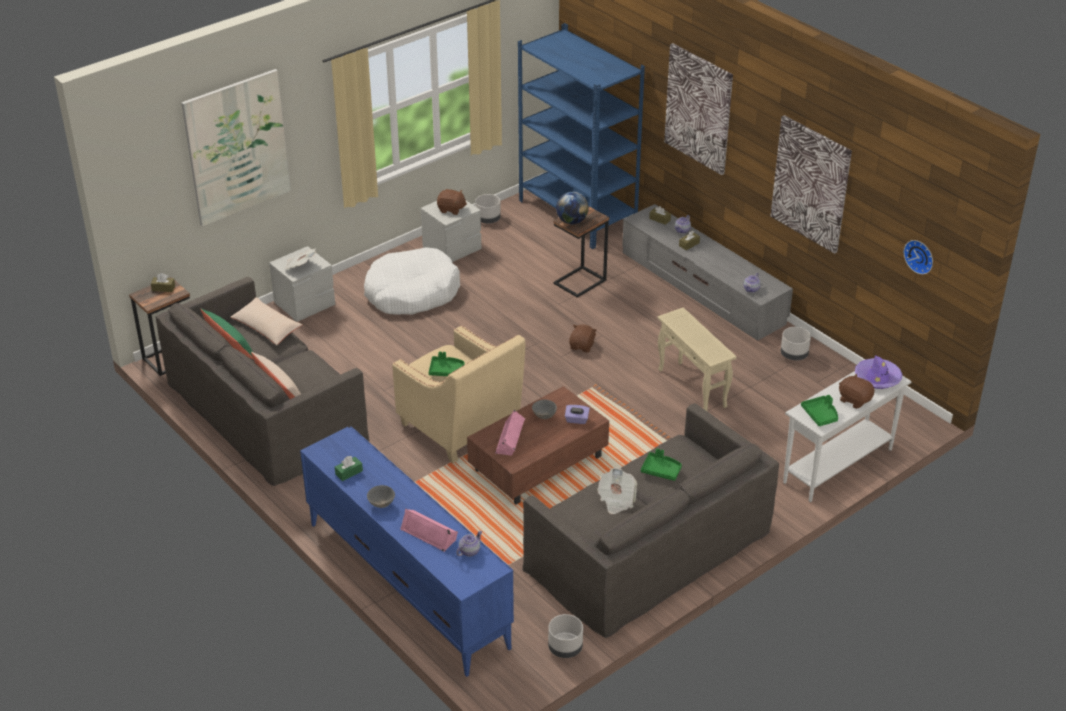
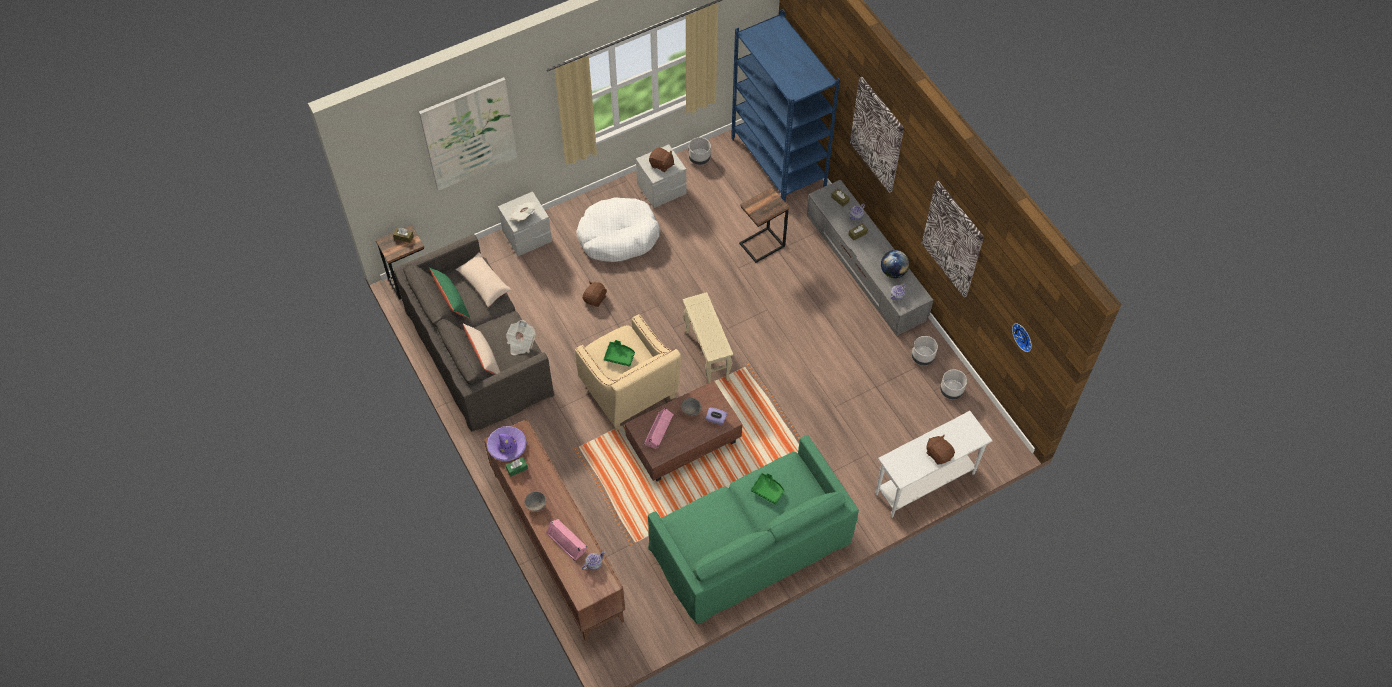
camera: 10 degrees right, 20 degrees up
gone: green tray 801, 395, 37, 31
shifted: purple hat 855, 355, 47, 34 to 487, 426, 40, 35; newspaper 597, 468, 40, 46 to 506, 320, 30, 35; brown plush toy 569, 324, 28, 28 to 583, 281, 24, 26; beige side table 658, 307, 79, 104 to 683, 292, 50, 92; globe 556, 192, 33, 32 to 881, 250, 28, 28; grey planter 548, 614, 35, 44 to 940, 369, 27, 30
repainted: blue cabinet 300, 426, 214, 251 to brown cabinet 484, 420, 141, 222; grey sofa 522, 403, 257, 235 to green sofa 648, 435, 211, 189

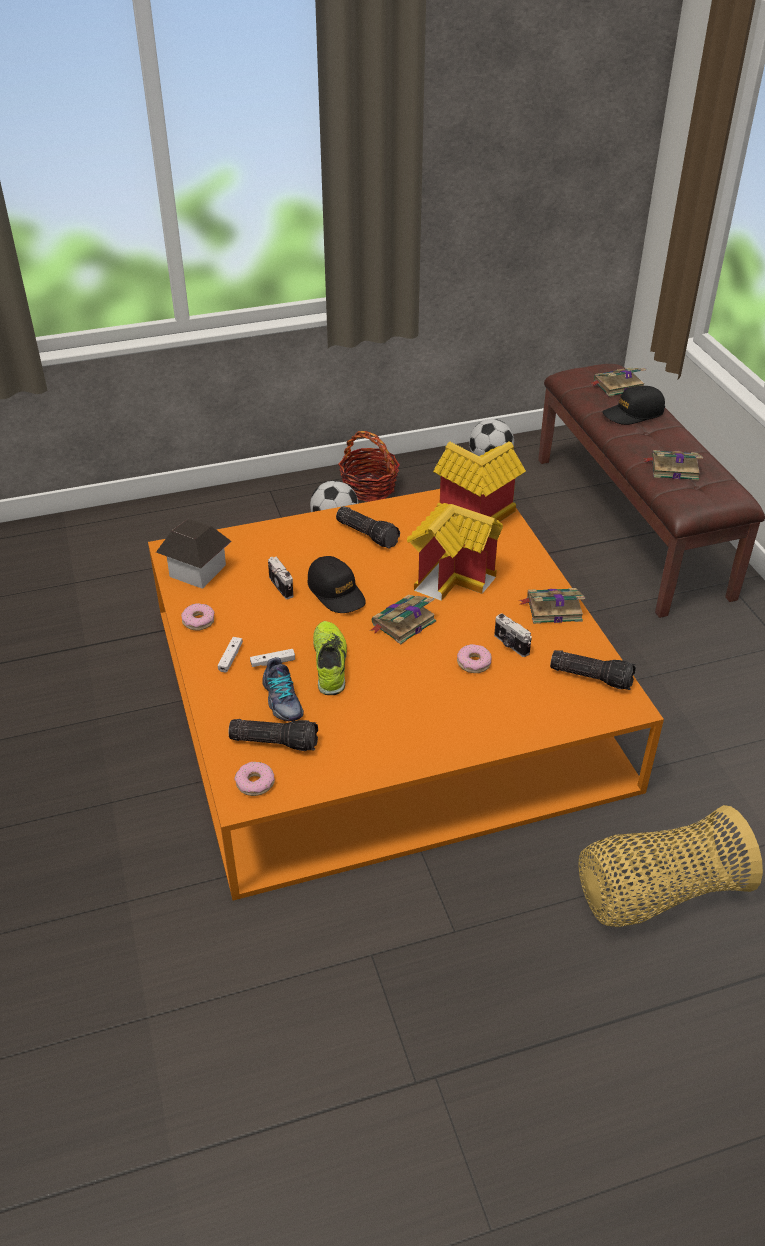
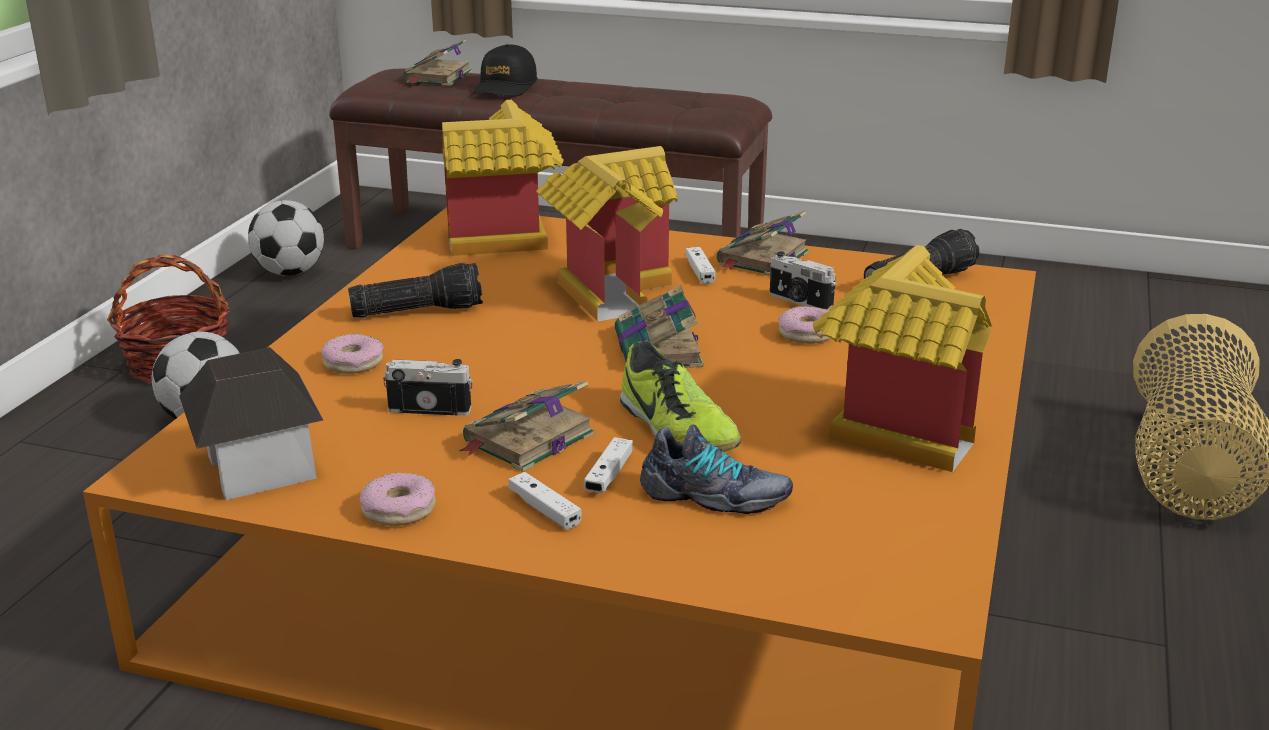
camera: 55 degrees left, 15 degrees down
gone: flashlight 228, 719, 90, 32; black cap 307, 556, 59, 57
new: white game controller 685, 247, 31, 37; toy house 813, 245, 179, 227
shifted: donut 234, 762, 41, 34 to 321, 334, 63, 40; book 643, 450, 60, 30 to 459, 381, 135, 91
rotated: shoe 313, 621, 34, 74 = 620, 341, 121, 111 150 degrees counterclockwise; photo camera 494, 614, 38, 43 = 770, 251, 66, 60 45 degrees clockwise

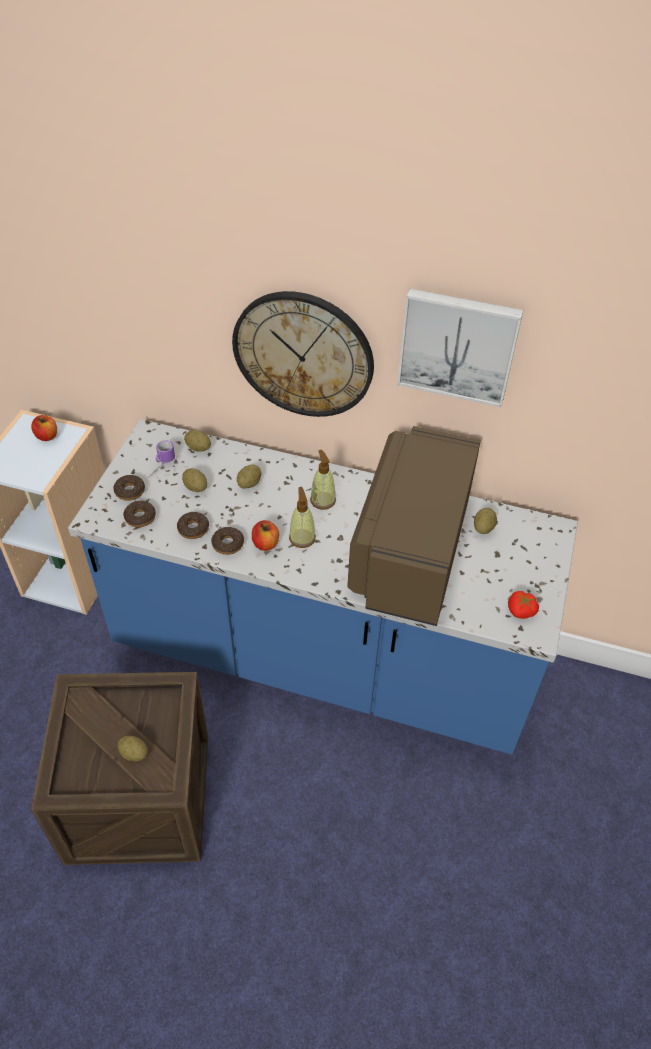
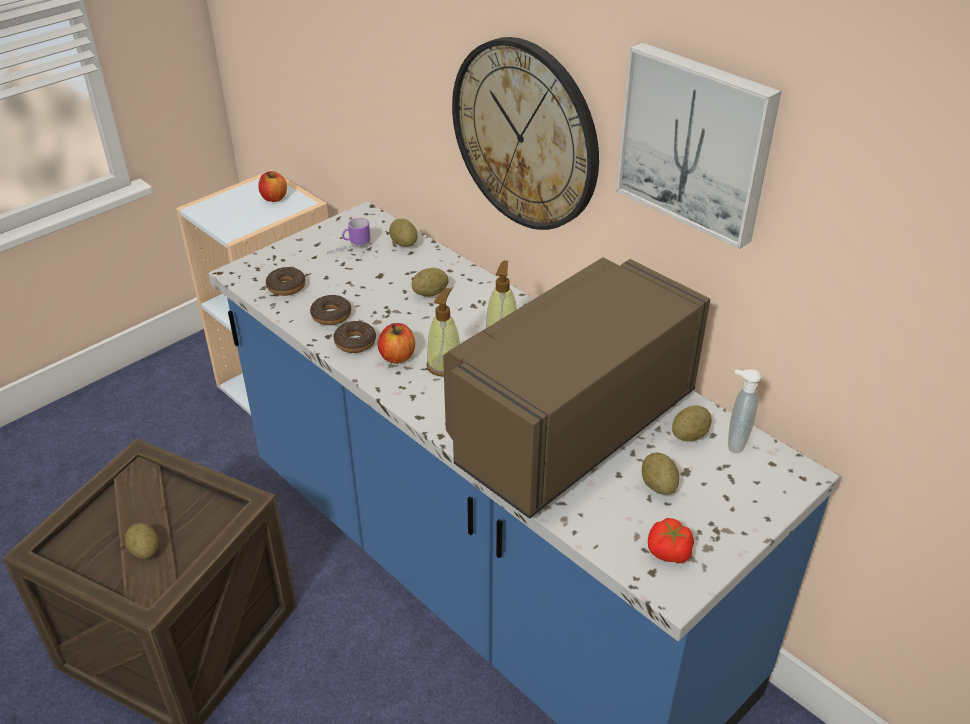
camera: 30 degrees right, 10 degrees down
gone: donut 113, 475, 32, 26
new: soap dispenser 728, 369, 33, 84
shifted: potato 182, 468, 25, 24 to 642, 452, 37, 43

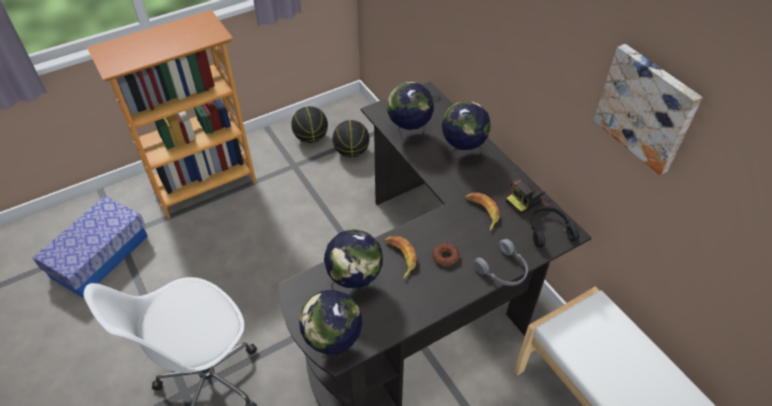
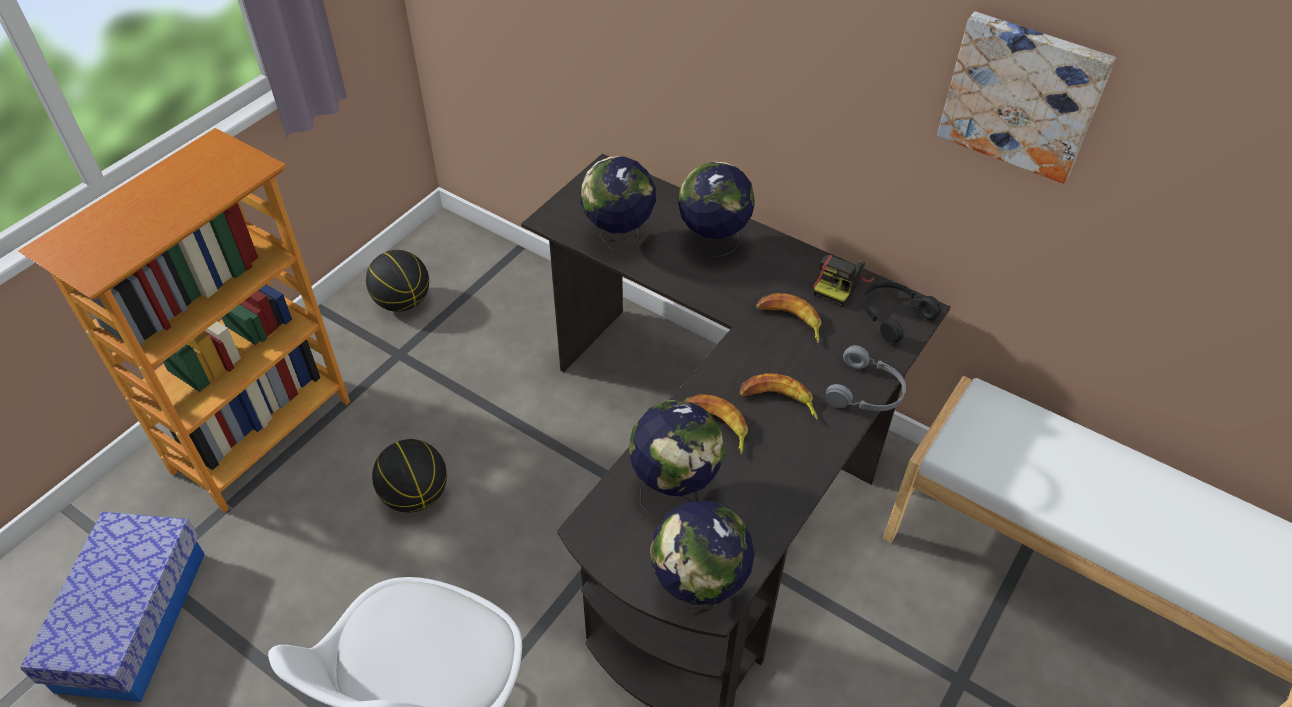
camera: 25 degrees left, 0 degrees up
shifted: basketball 332, 120, 38, 37 to 372, 439, 75, 74
swapped: donut 432, 243, 28, 23 to banana 739, 373, 79, 47

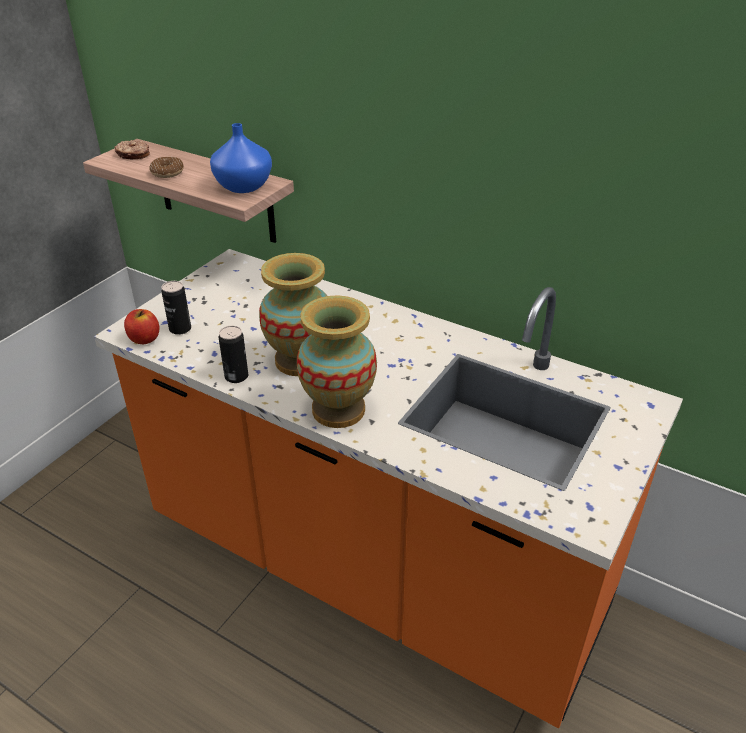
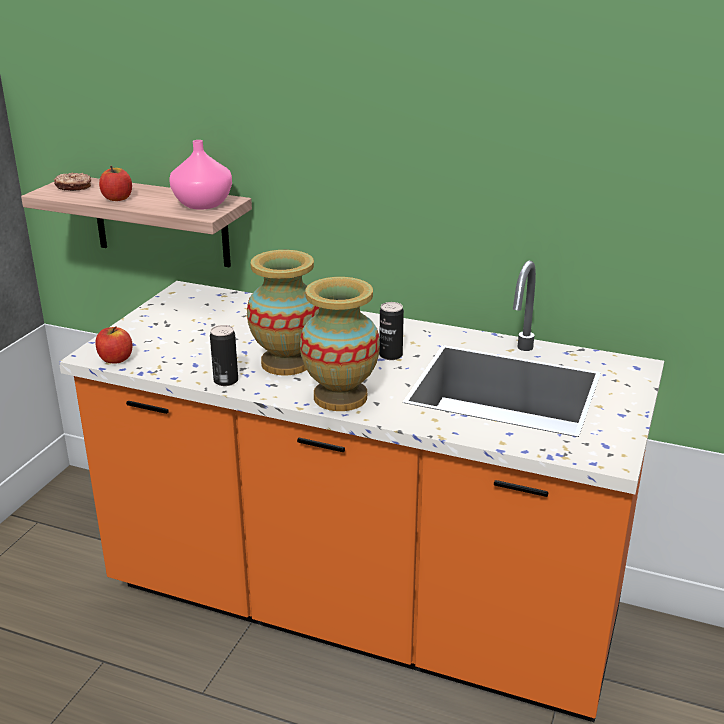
camera: 10 degrees left, 10 degrees down
shifted: can 161, 281, 30, 54 to 379, 302, 25, 58
swapped: donut 150, 157, 34, 21 to apple 99, 166, 33, 35
repainted: blue vase 210, 123, 62, 70 to pink vase 169, 140, 63, 70

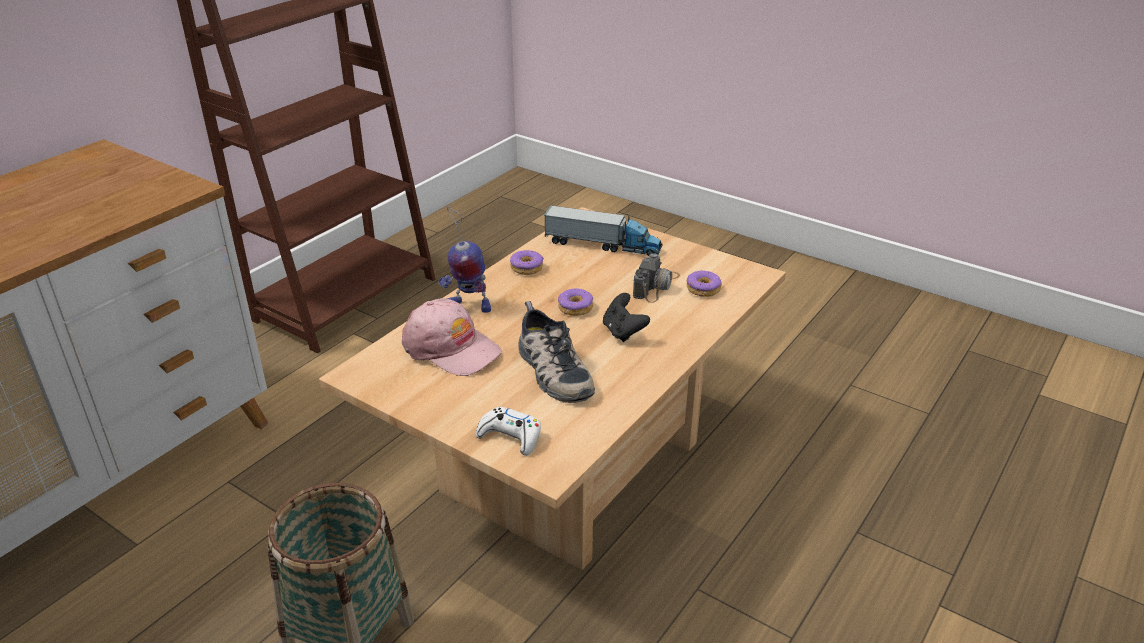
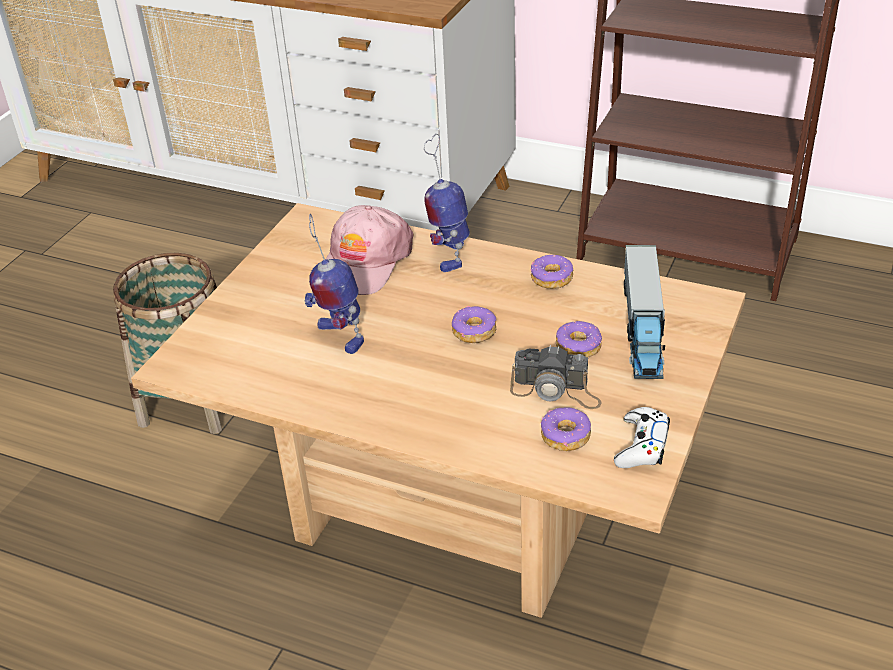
camera: 80 degrees right, 5 degrees up
gone: black game controller 603, 293, 47, 49
new: donut 556, 321, 46, 37
shifted: white game controller 476, 407, 65, 49 to 614, 407, 56, 61
swapped: shoe 518, 301, 77, 102 to toy robot 305, 214, 59, 140

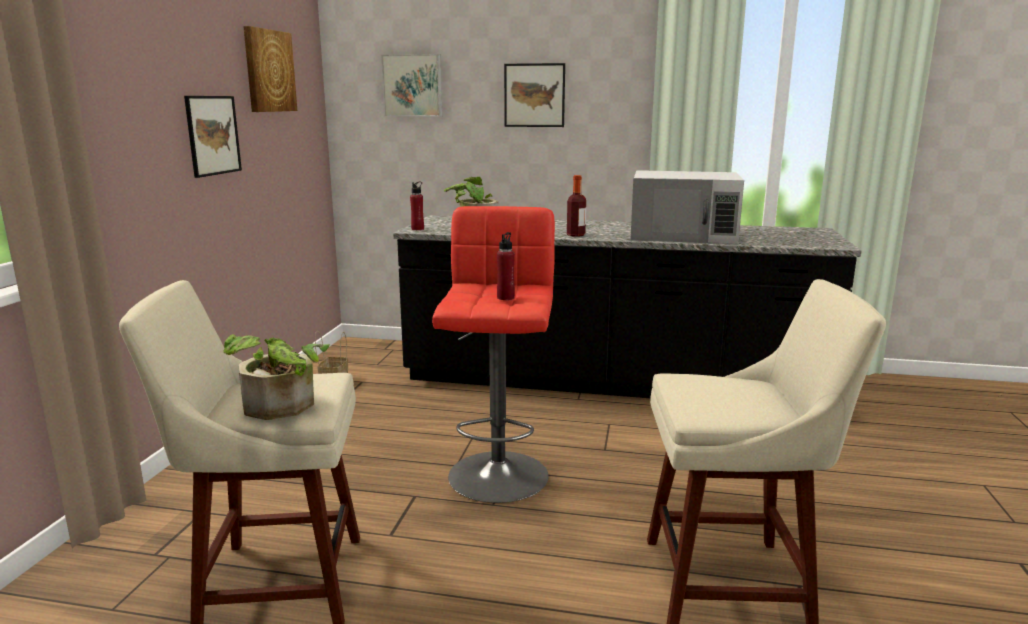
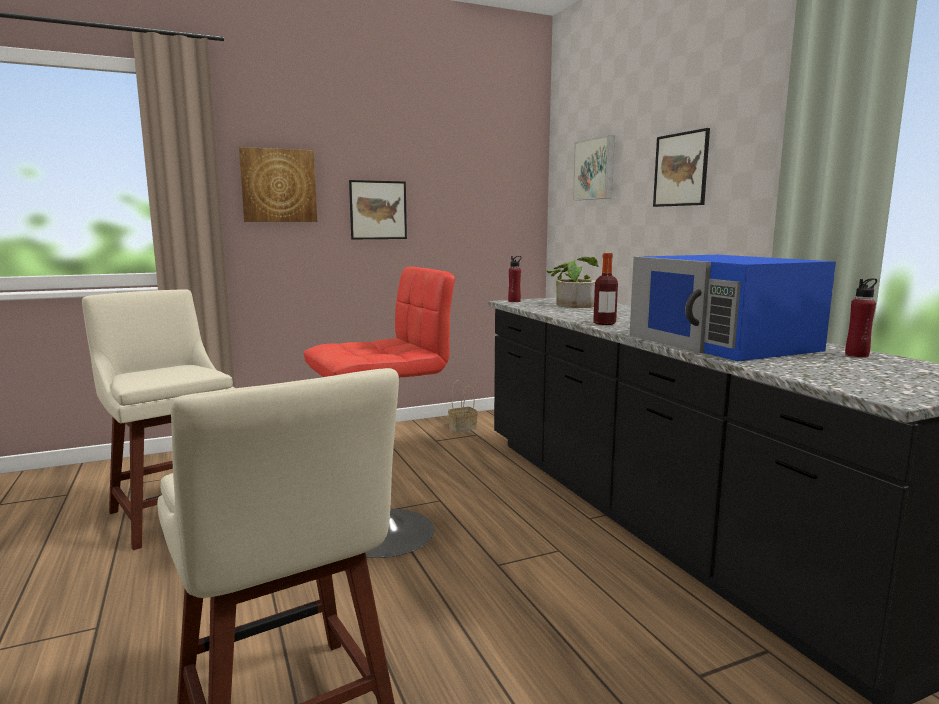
camera: 55 degrees right, 5 degrees down
gone: potted plant 223, 334, 107, 86
shifted: picture 243, 26, 54, 86 to 239, 147, 78, 75; red bottle 497, 232, 18, 68 to 845, 278, 32, 79
repainted: white microwave 630, 170, 114, 74 to blue microwave 629, 255, 207, 106

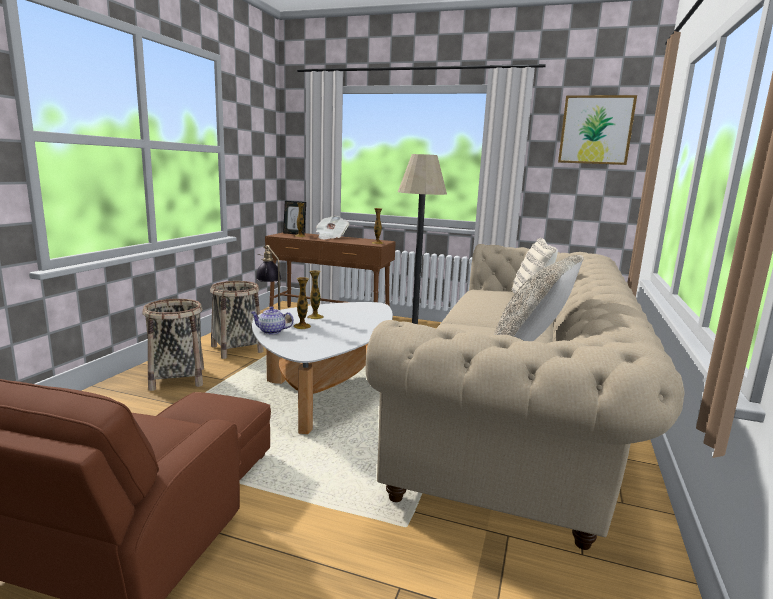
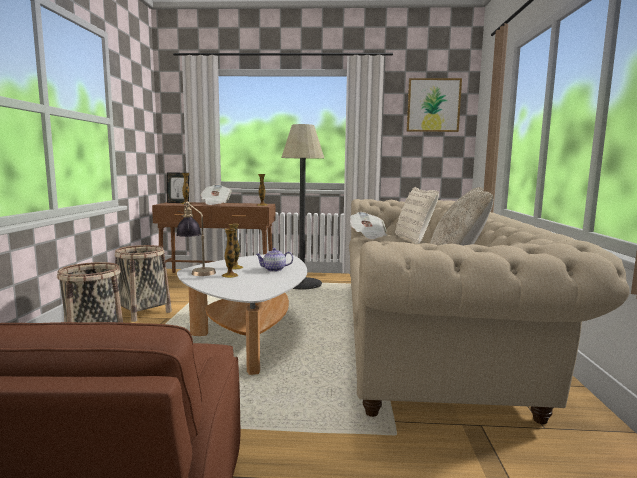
camera: 15 degrees left, 5 degrees down
new: newspaper 350, 212, 37, 27
shifted: teapot 250, 307, 44, 27 to 255, 248, 38, 24

